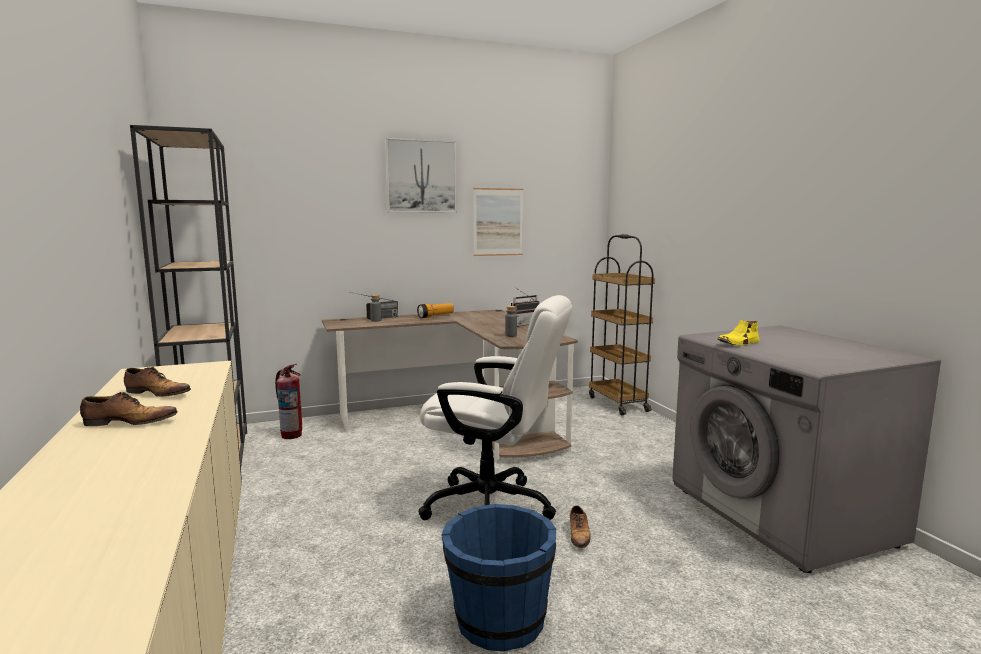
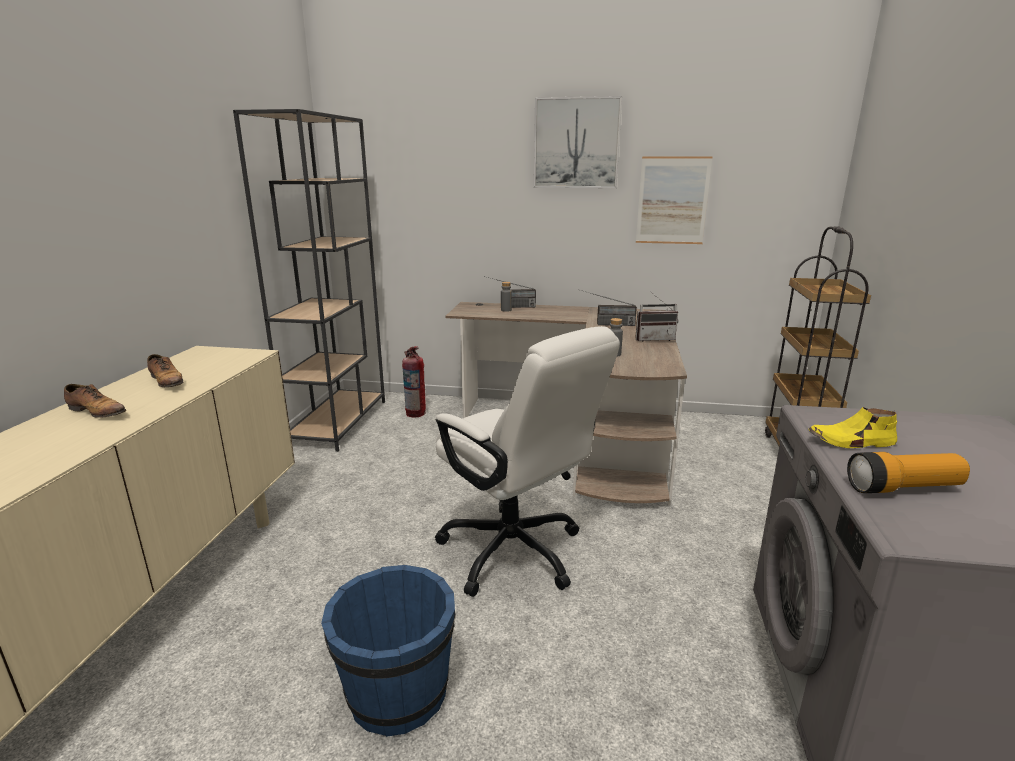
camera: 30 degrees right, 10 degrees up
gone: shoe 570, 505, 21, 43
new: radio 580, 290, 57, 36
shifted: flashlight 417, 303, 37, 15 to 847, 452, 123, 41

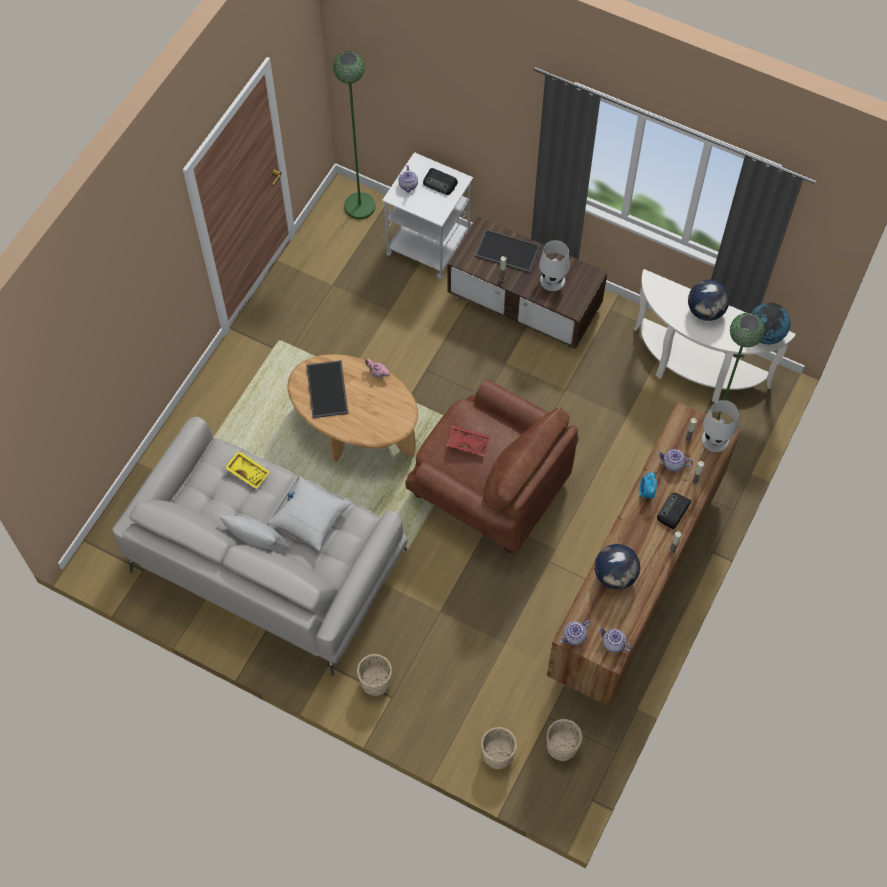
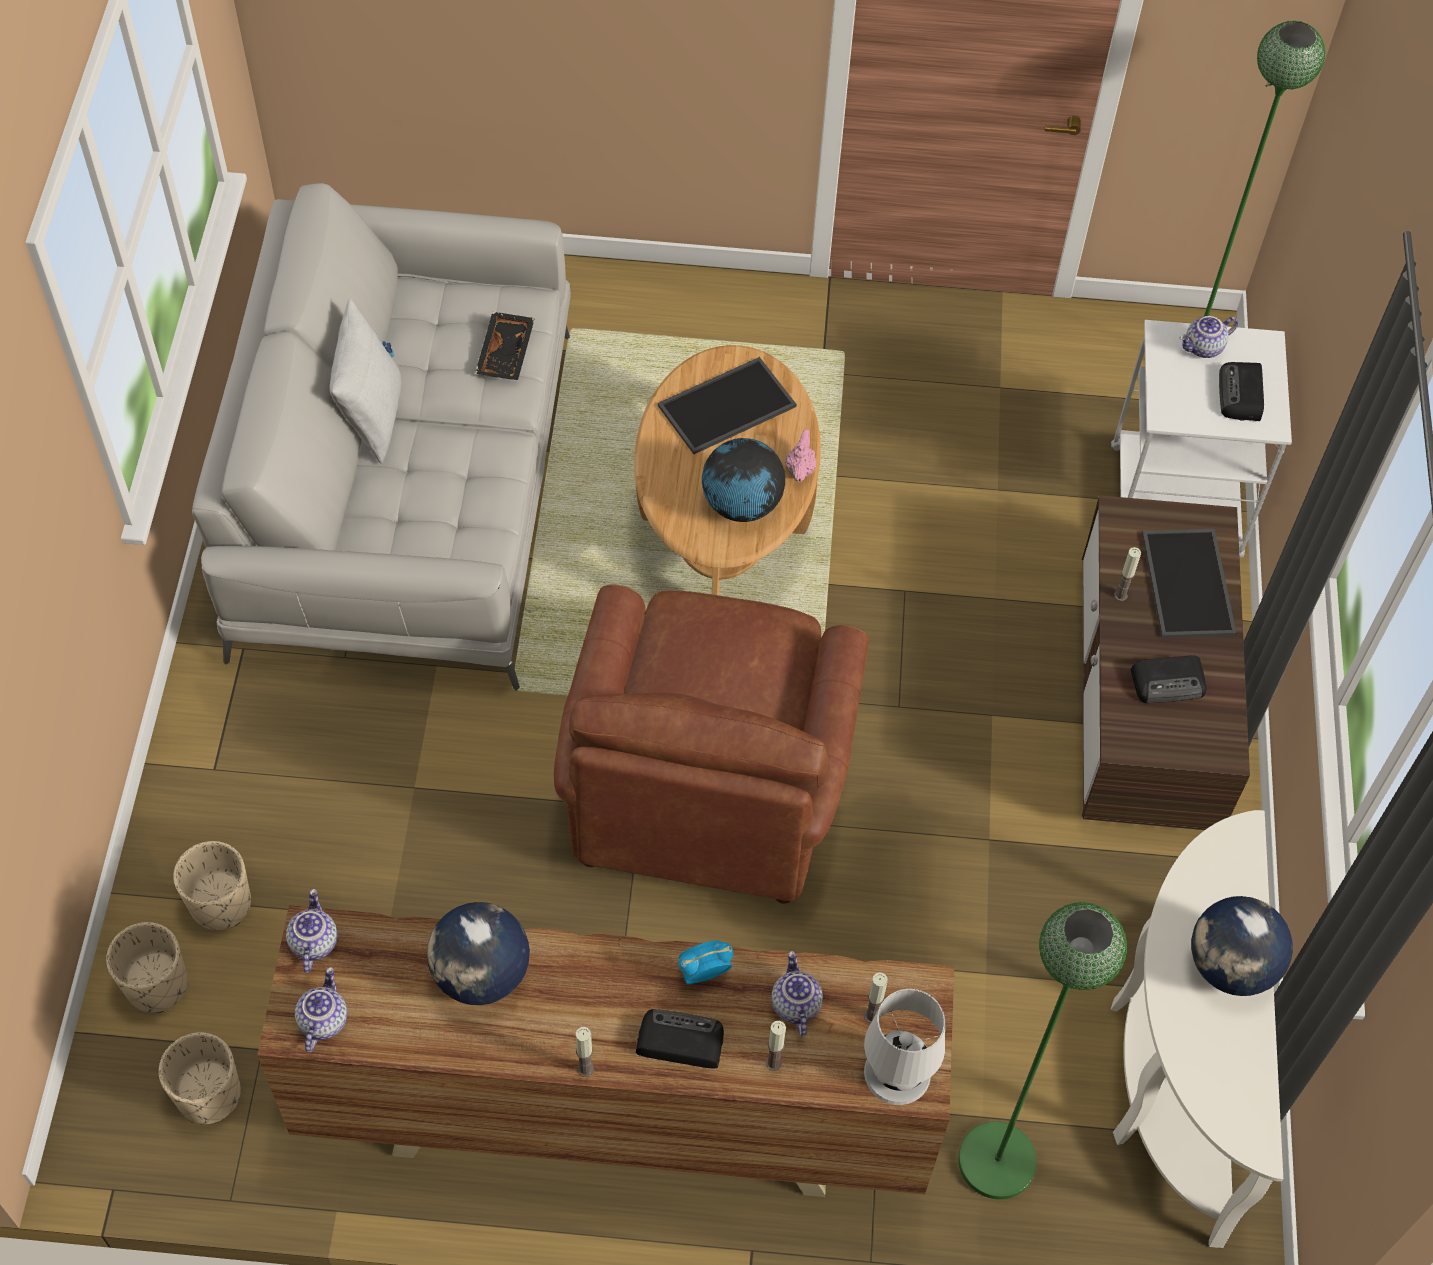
camera: 65 degrees right, 5 degrees down
gone: grey pillow 267, 476, 84, 75; red tray 447, 426, 43, 31
shifted: beige planter 357, 654, 35, 42 to 173, 841, 78, 89; globe 751, 303, 39, 41 to 702, 438, 83, 84
swapped: white table lamp 539, 240, 31, 51 to radio 1131, 655, 76, 48
repainted: yellow tray 225, 450, 45, 39 to black tray 475, 312, 60, 68
rotated: teapot 560, 620, 31, 25 = 286, 889, 52, 84 60 degrees clockwise

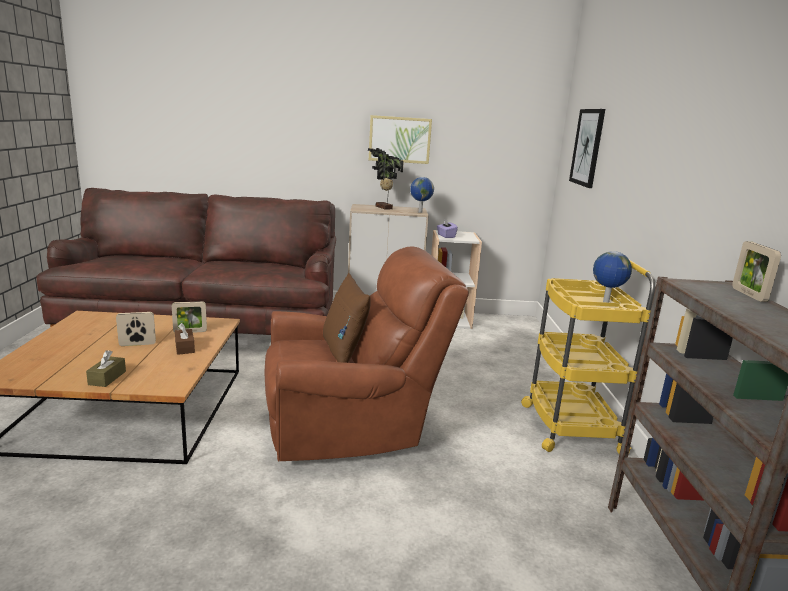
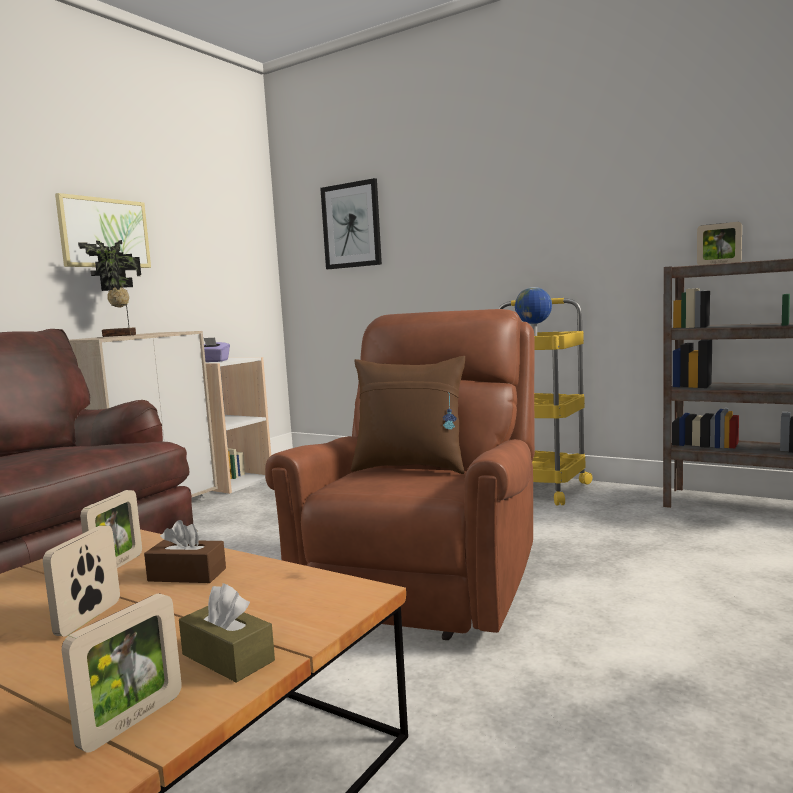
camera: 55 degrees left, 10 degrees down
gone: globe 410, 177, 24, 36
new: picture frame 62, 594, 120, 159

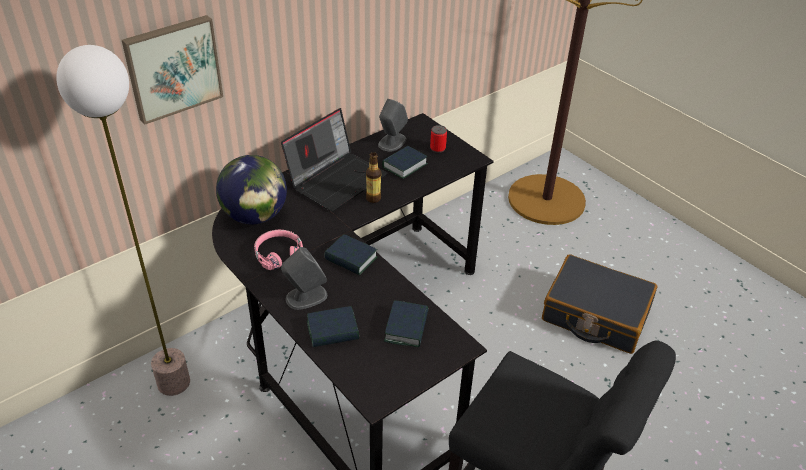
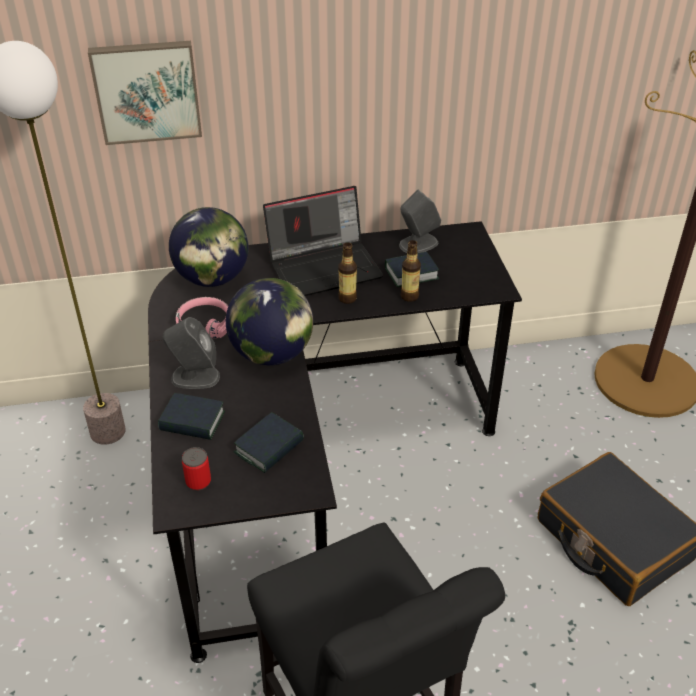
camera: 30 degrees right, 0 degrees up
new: bottle 401, 240, 20, 62
shifted: can 430, 125, 17, 28 to 182, 447, 29, 44
swapped: book 324, 234, 53, 41 to globe 226, 278, 87, 87

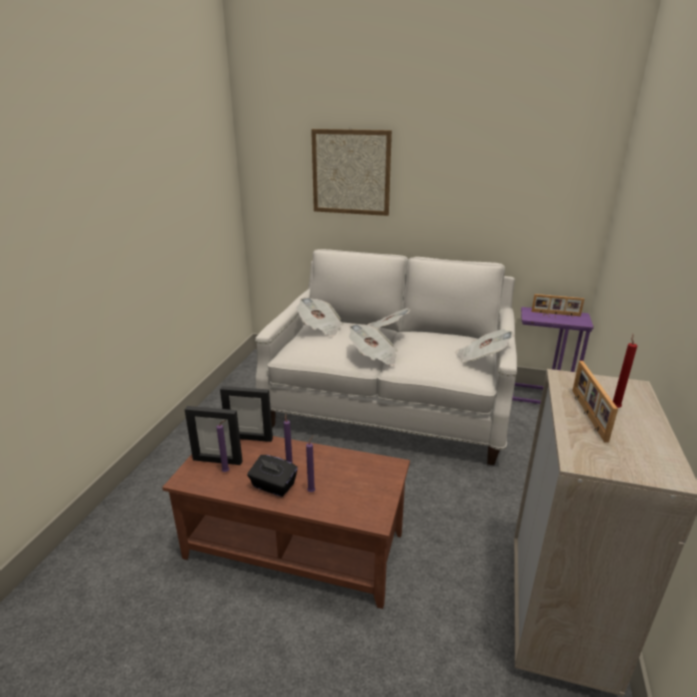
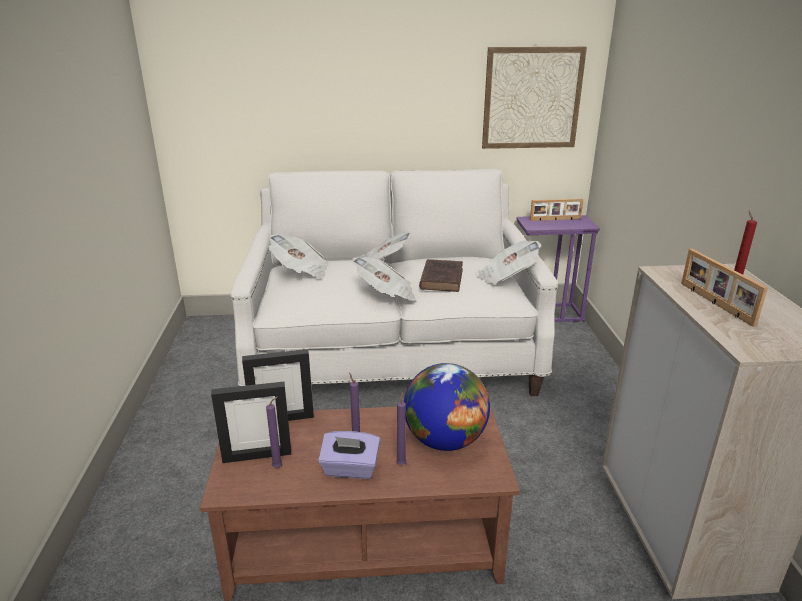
camera: 20 degrees left, 0 degrees up
new: globe 404, 363, 86, 88; brown book 419, 259, 44, 33
shifted: picture 311, 128, 81, 88 to 482, 44, 105, 105
repainted: black tissue box 247, 455, 51, 42 to purple tissue box 318, 431, 62, 48

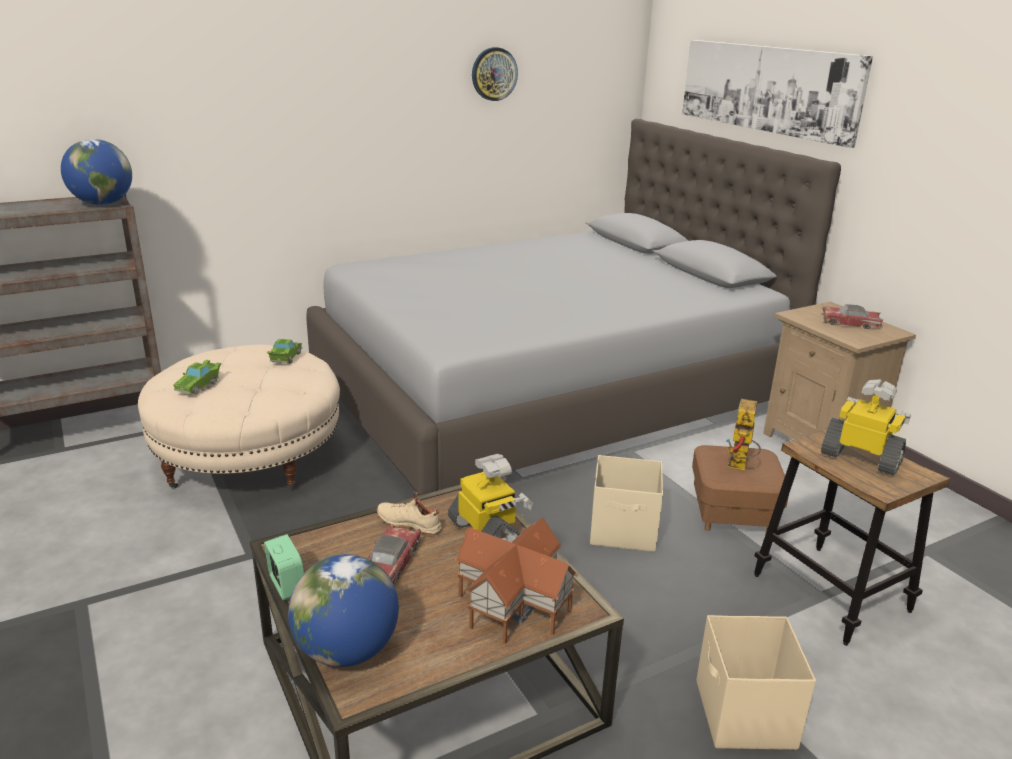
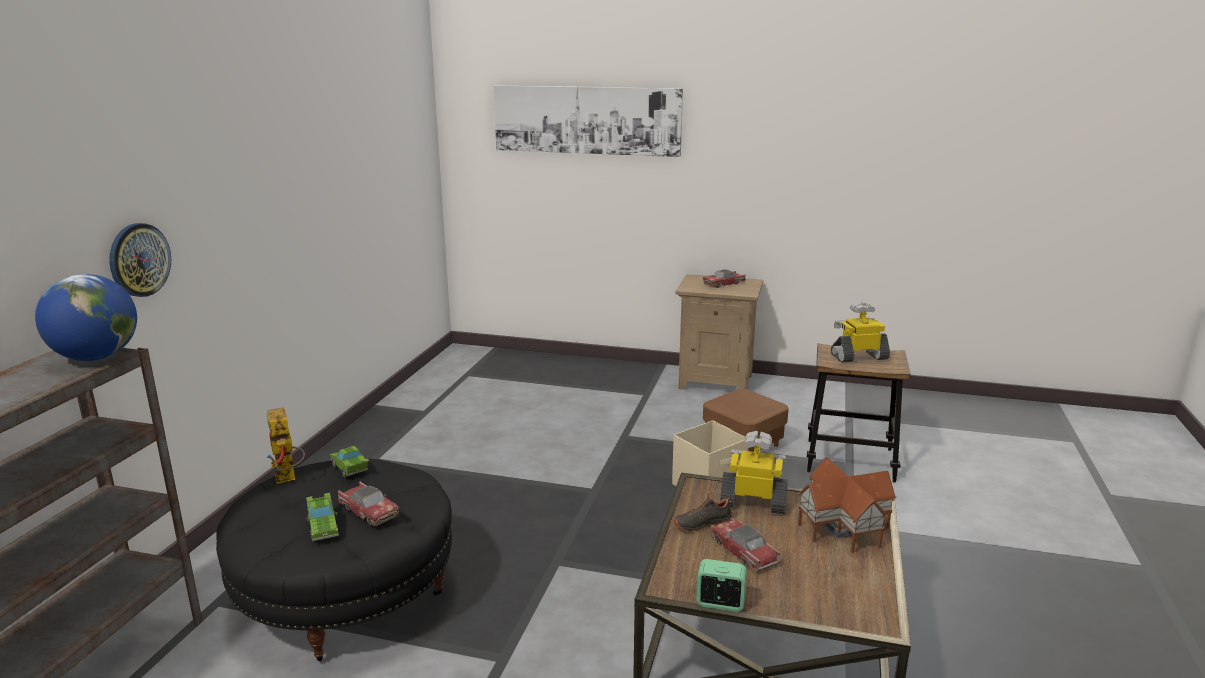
camera: 45 degrees left, 5 degrees down
gone: globe 288, 554, 111, 113; grey bed 306, 119, 535, 377; beige storage box 696, 615, 120, 135
new: toy car 338, 482, 61, 44
shifted: wall clock 472, 47, 46, 54 to 109, 223, 62, 74; toy robot 726, 399, 35, 71 to 266, 407, 39, 77
repainted: beige ottoman 138, 345, 202, 144 to black ottoman 216, 459, 236, 203; beige shoe 377, 492, 65, 44 to black shoe 674, 491, 58, 41

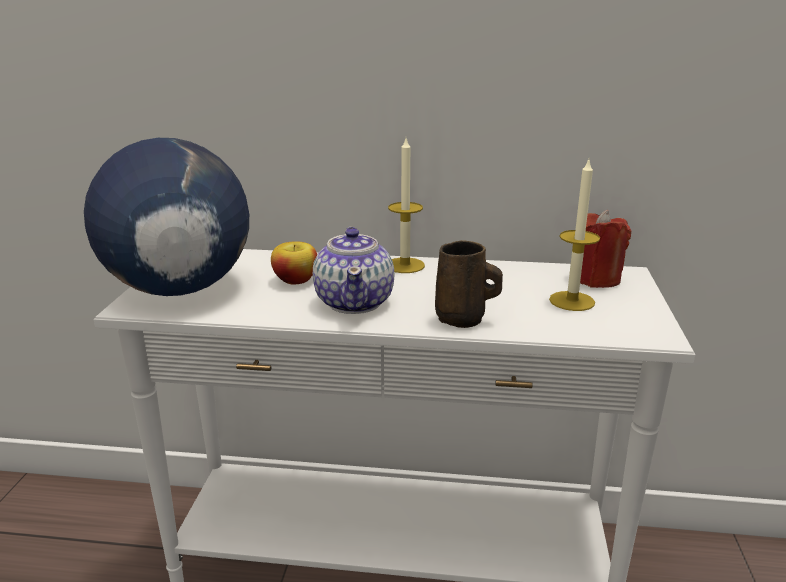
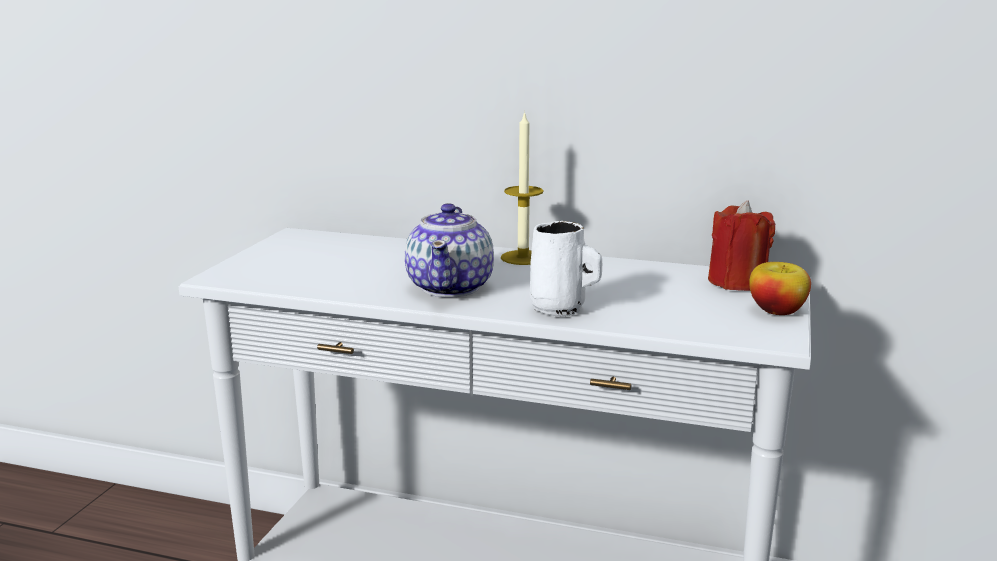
camera: 10 degrees right, 5 degrees down
gone: globe 84, 138, 165, 158; candle 549, 157, 51, 154
shifted: apple 271, 241, 46, 43 to 749, 262, 62, 53
repainted: brown mug 435, 240, 68, 88 to white mug 530, 221, 72, 96

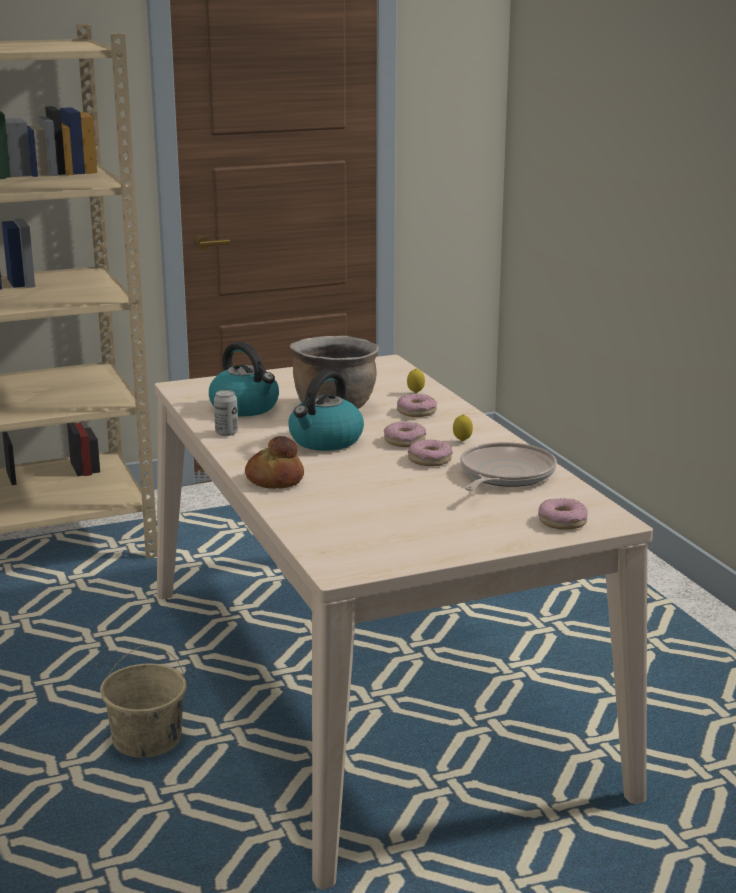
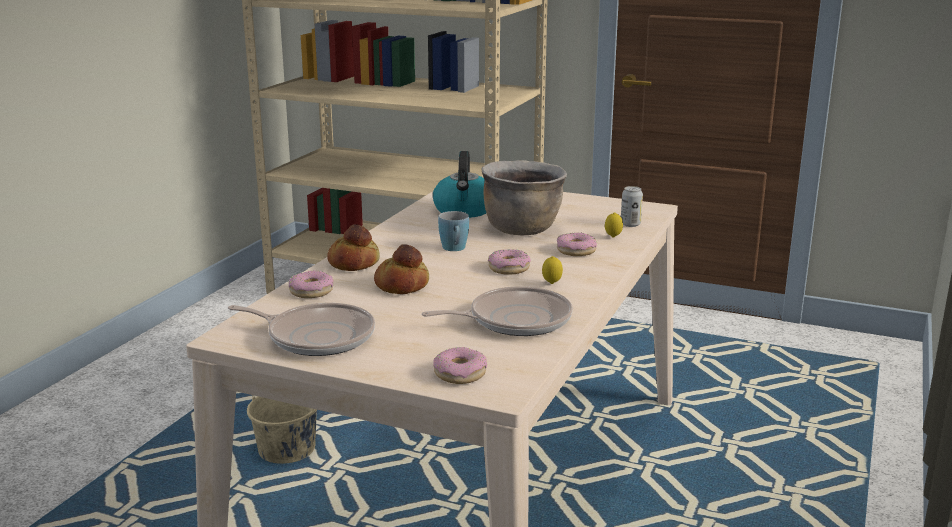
camera: 45 degrees right, 0 degrees up
new: frying pan 228, 303, 147, 53; bread 374, 245, 55, 49
shifted: donut 408, 439, 45, 27 to 289, 270, 44, 28; can 214, 390, 24, 46 to 621, 186, 22, 41
swapped: kettle 288, 370, 76, 81 to blue mug 438, 211, 31, 40

